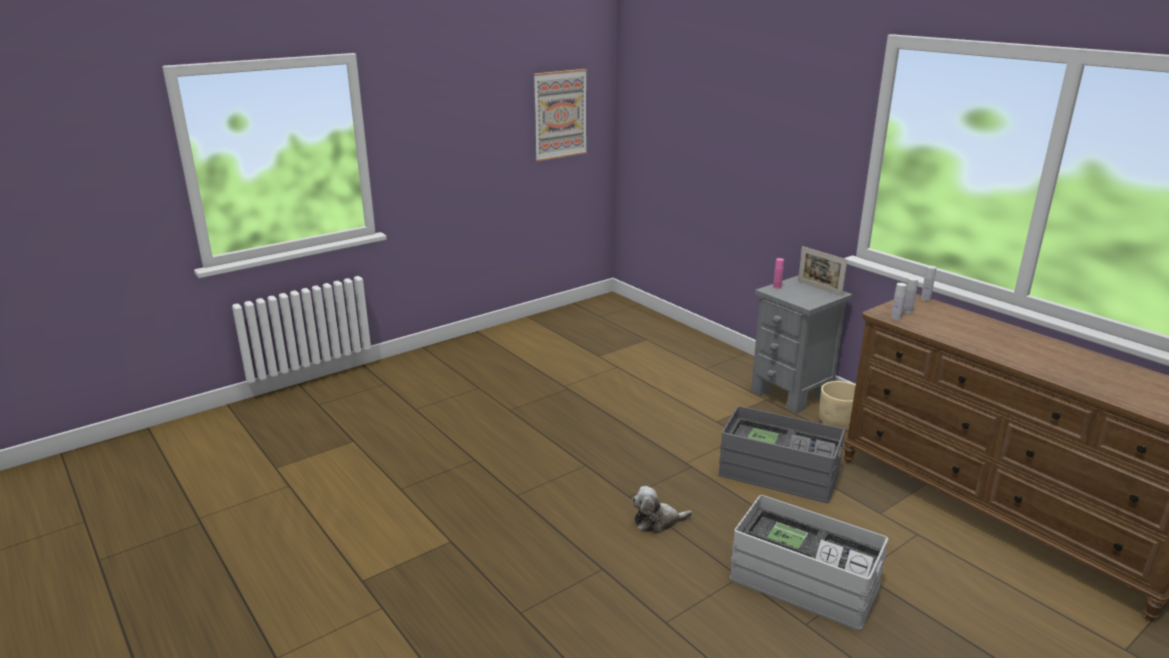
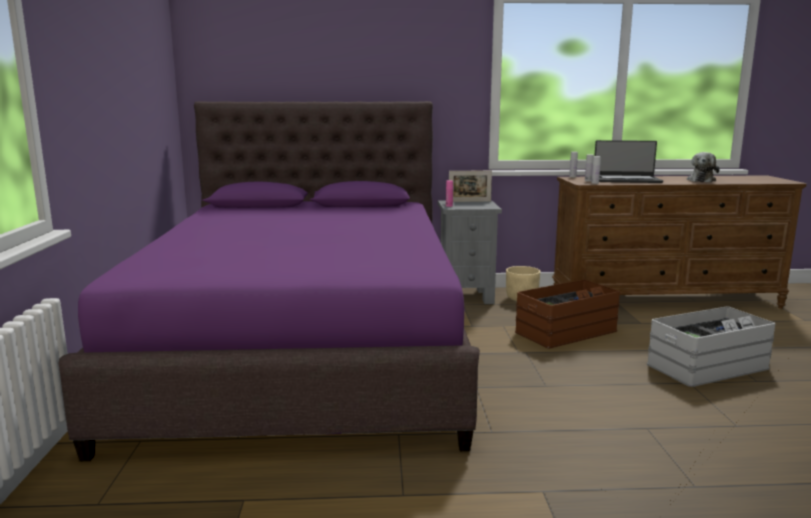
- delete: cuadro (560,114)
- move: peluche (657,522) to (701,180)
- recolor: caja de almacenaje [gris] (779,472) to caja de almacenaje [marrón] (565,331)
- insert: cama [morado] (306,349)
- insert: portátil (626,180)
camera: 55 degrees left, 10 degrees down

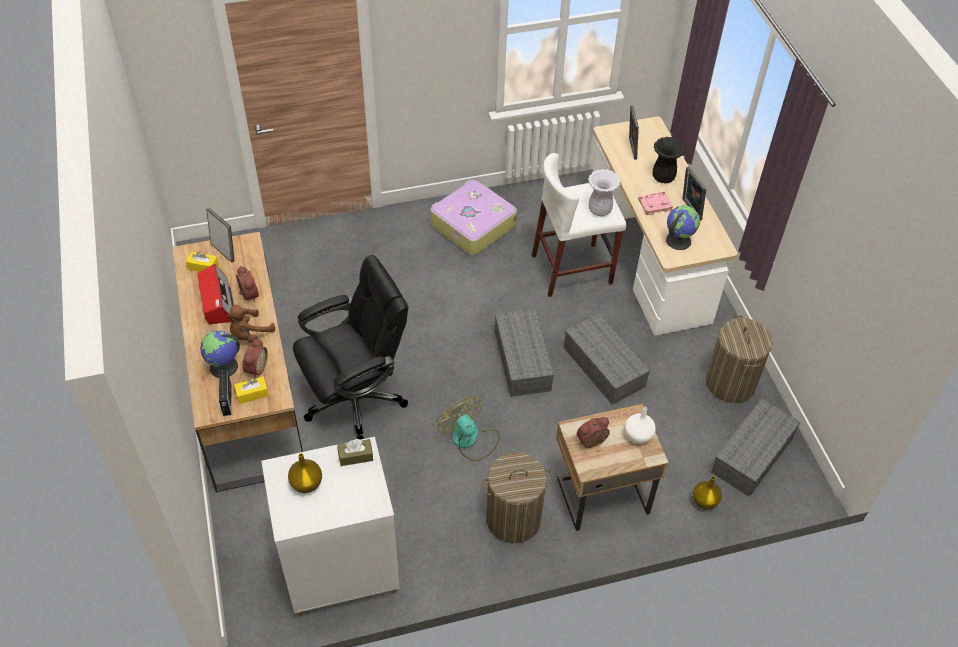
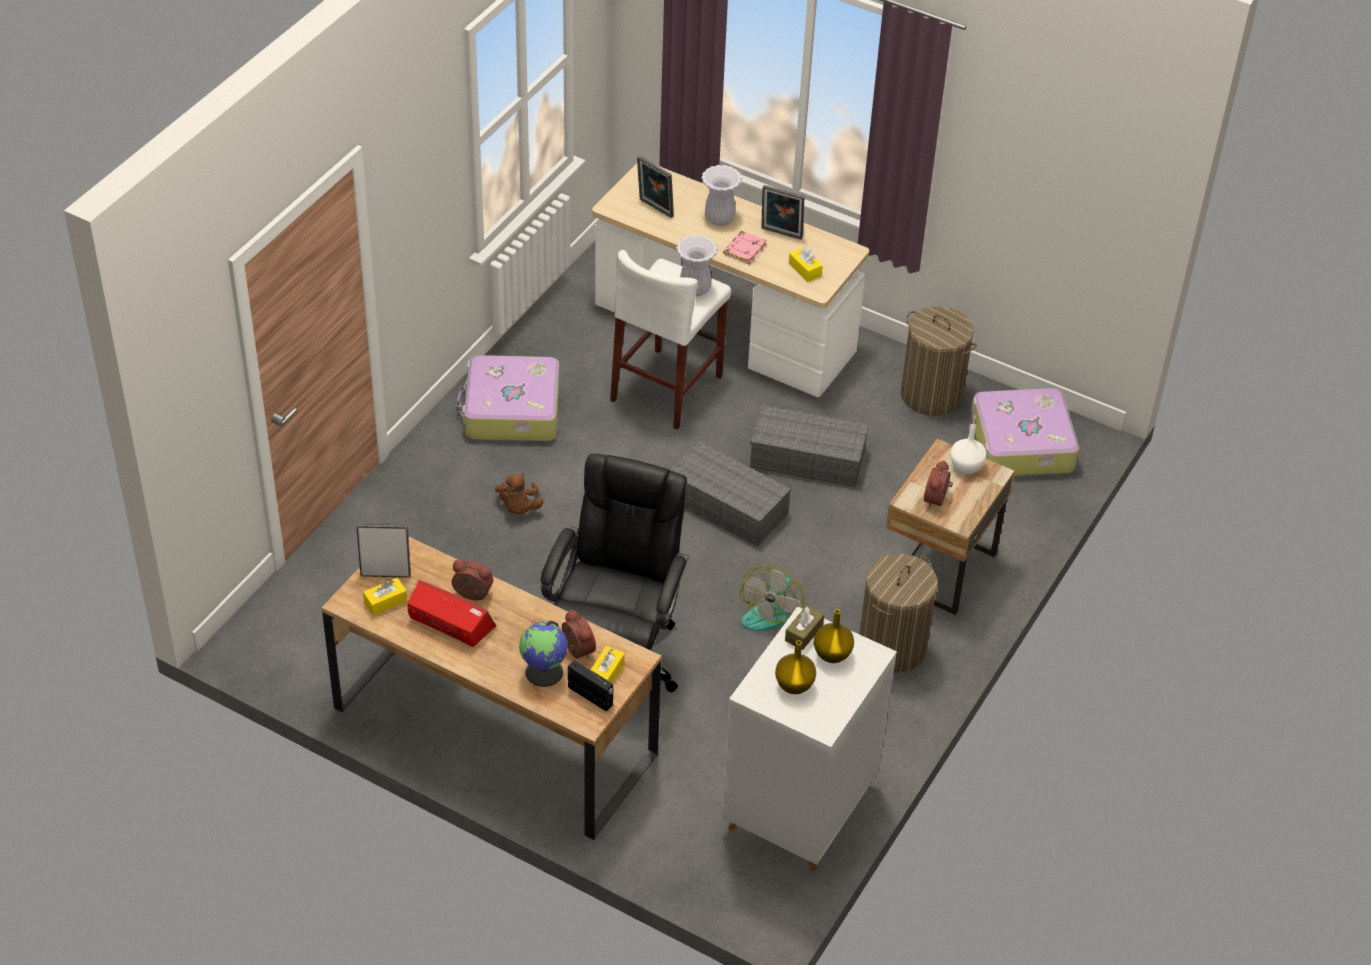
- move: peluche [marrón] (249,334) to (519,508)
- rotate: ventilador (470,439) = (769,610) 75 degrees counterclockwise
- recolor: florero [negro] (663,177) to florero [blanco] (720,218)
- replace: globo terráqueo (678,240) to caja de pañuelos [amarillo] (805,270)
- move: florero [amarillo] (704,501) to (831,654)
- replace: caja de almacenaje [gris] (752,456) to maleta (1020,445)
camera: 45 degrees left, 5 degrees down

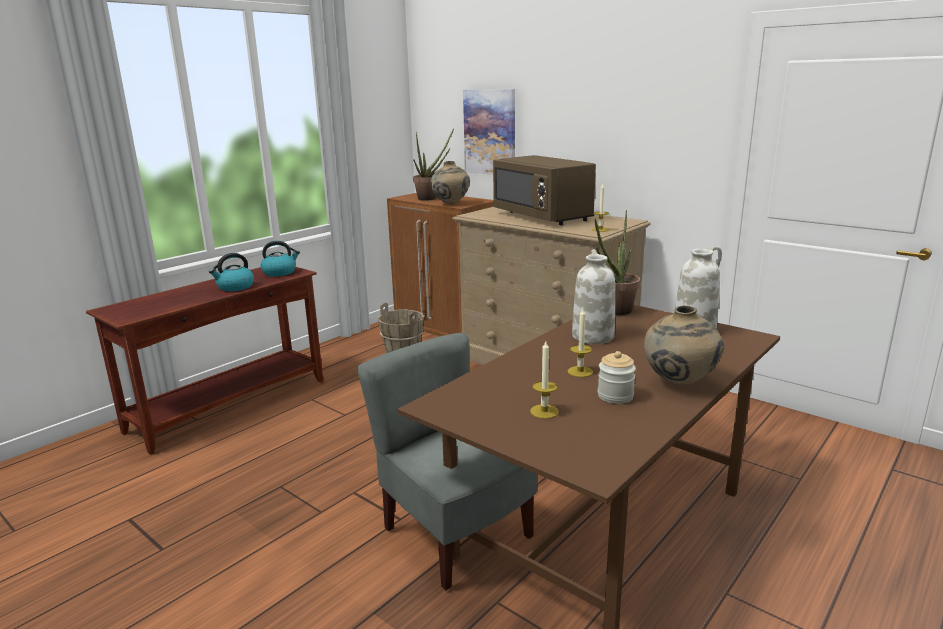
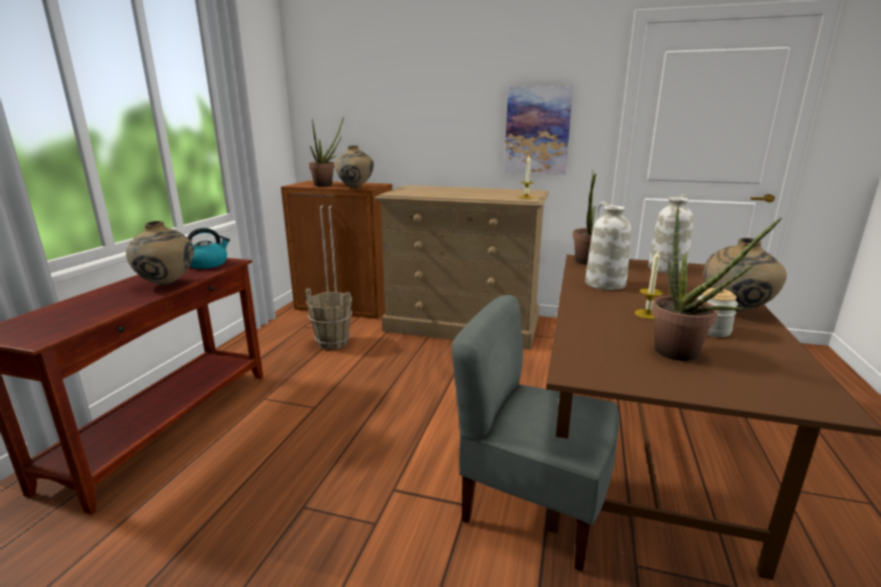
- replace: hervidor (235,287) to florero [beis] (167,284)
- move: cuadro (490,132) to (537,131)
- delete: microondas [marrón] (542,216)
- replace: vela (544,411) to planta en maceta (684,356)
camera: 25 degrees left, 0 degrees up

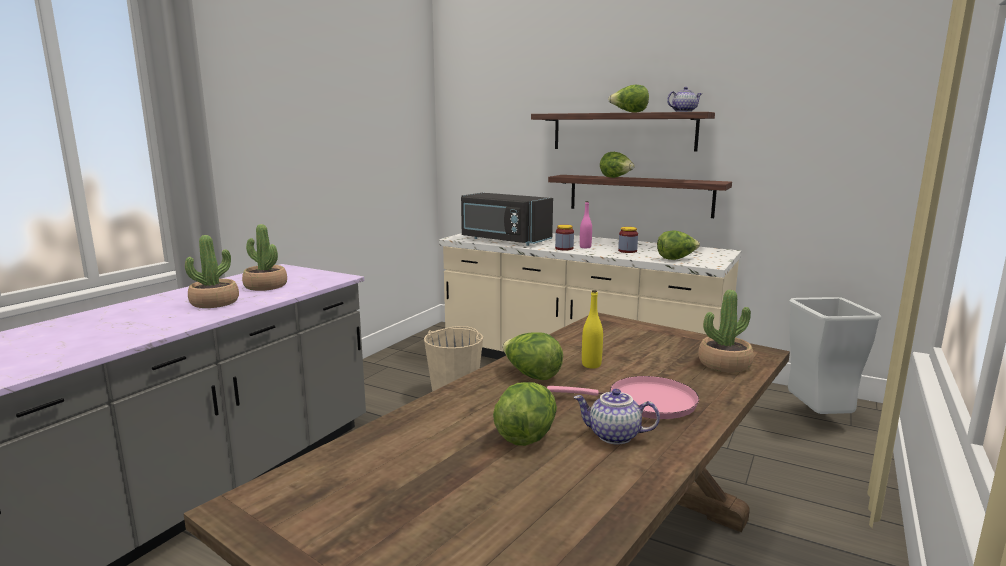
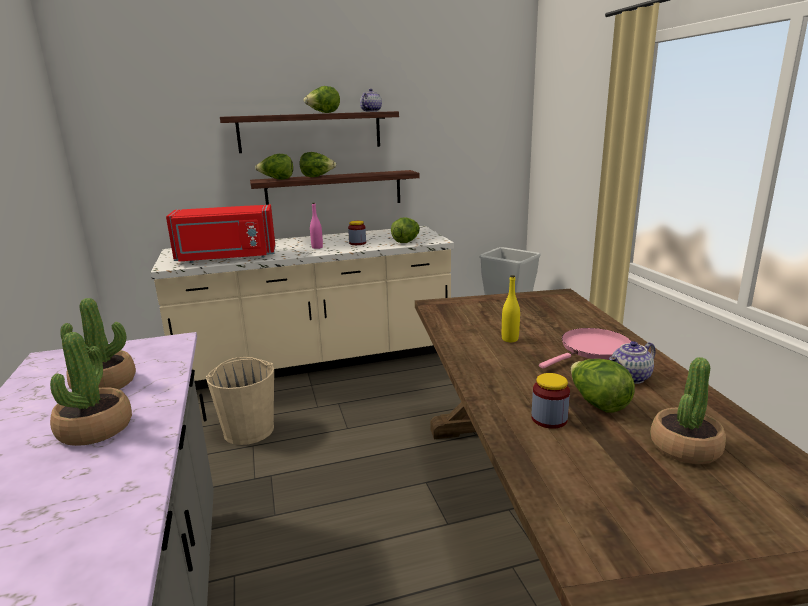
- recolor: microondas [negro] (503,240) to microondas [rojo] (226,258)
- move: lechuga (531,375) to (277,179)
- move: tarro (564,248) to (549,419)
- move: planta en maceta (724,364) to (684,447)
camera: 45 degrees left, 5 degrees up

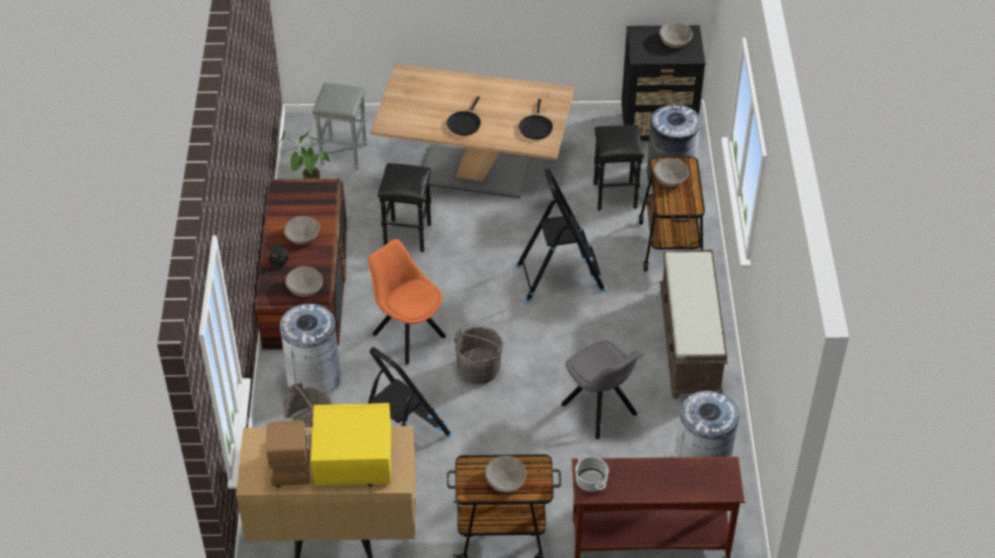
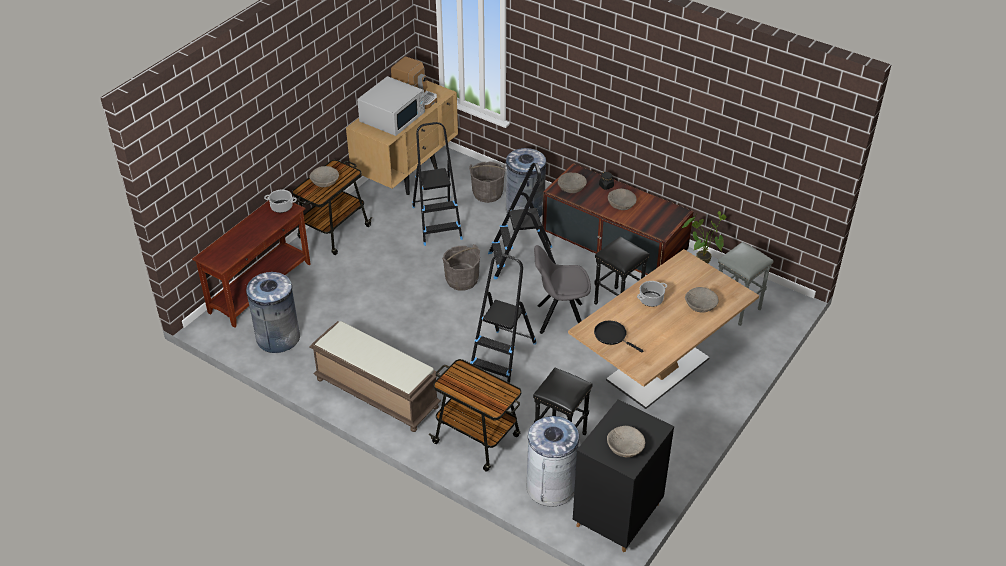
- recolor: microondas [amarillo] (352,457) to microondas [blanco] (392,117)
- replace: silla [naranja] (408,335) to escalera de tijera [negro] (522,262)
- replace: sartén [negro] (464,123) to olla (651,299)
- move: silla [gris] (600,409) to (560,318)
- move: cuenco [beis] (670,178) to (701,305)
camera: 125 degrees right, 5 degrees down

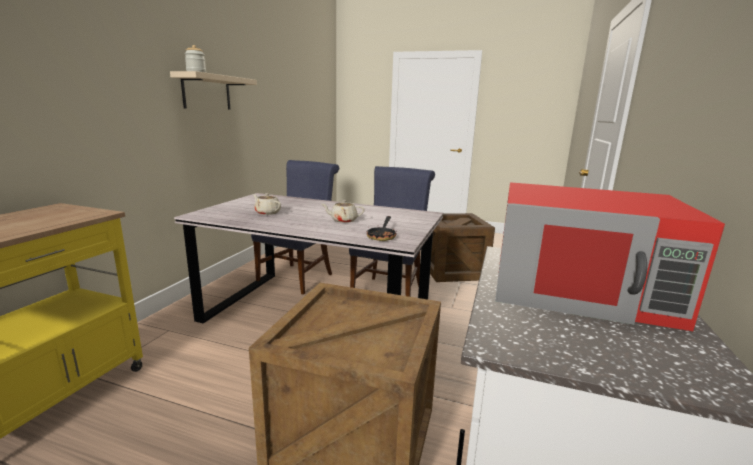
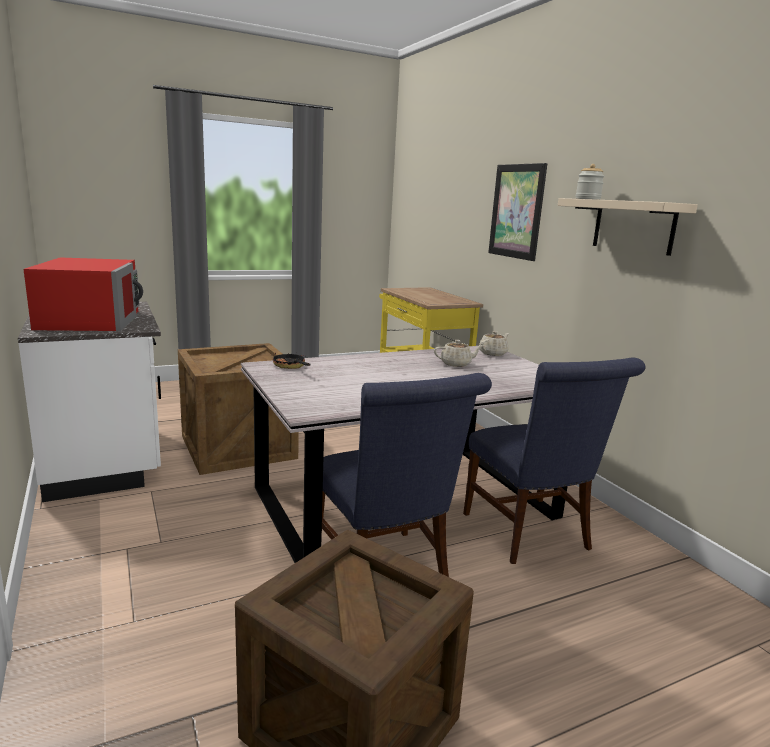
- move: tetera [beis] (343,220) to (493,353)
- rotate: microondas [rojo] (579,288) = (91,319) 105 degrees clockwise
- insert: cuadro (516,211)
camera: 135 degrees right, 0 degrees up

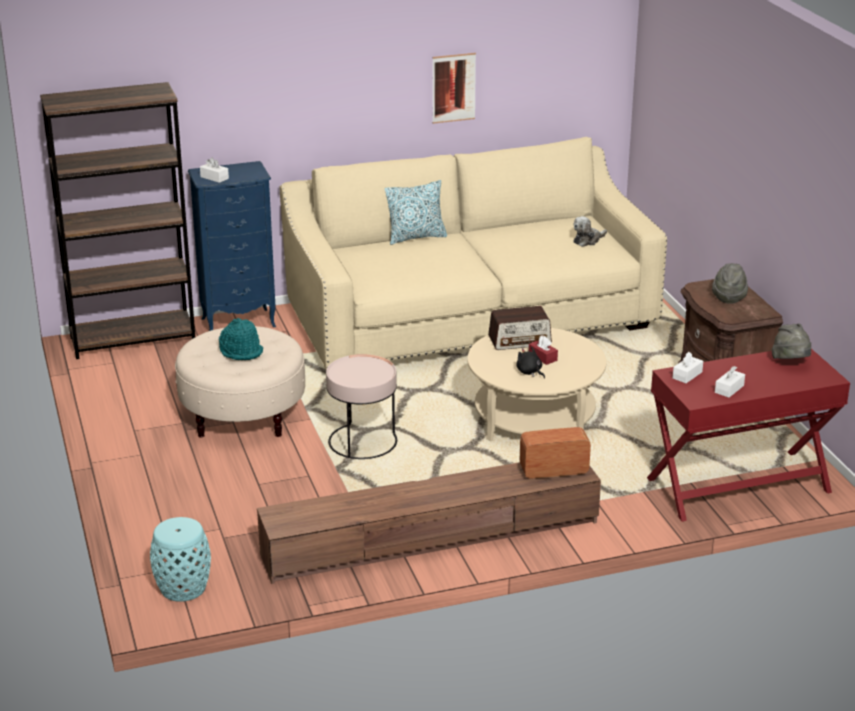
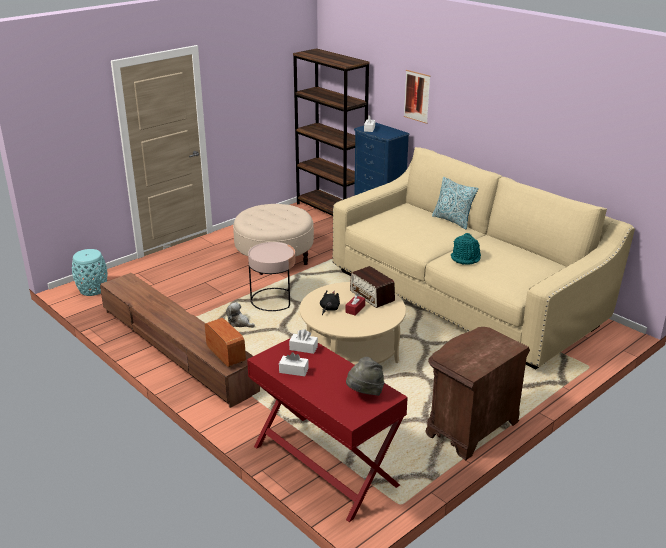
- move: sombrero [turquesa] (241,351) to (465,258)
- move: cuadro (453,88) to (417,96)
- move: peluche (588,240) to (239,323)
- delete: sombrero [gris] (729,297)
camera: 65 degrees right, 0 degrees up

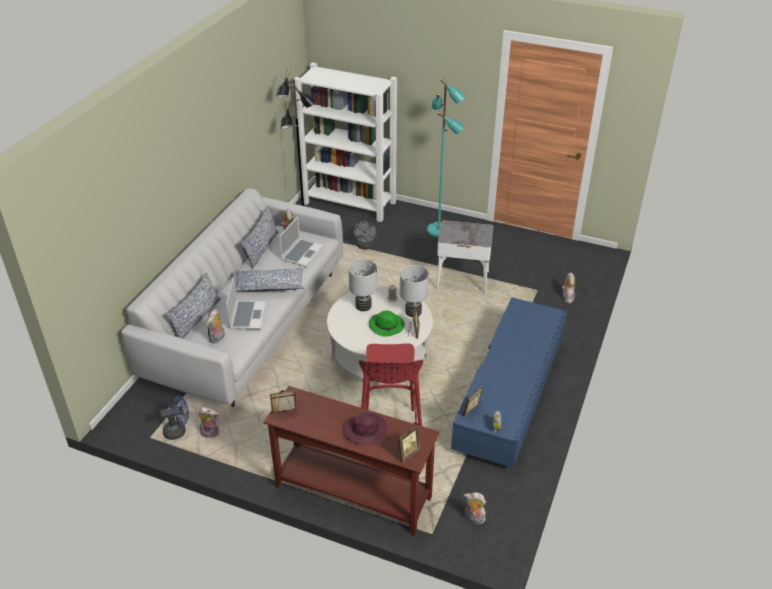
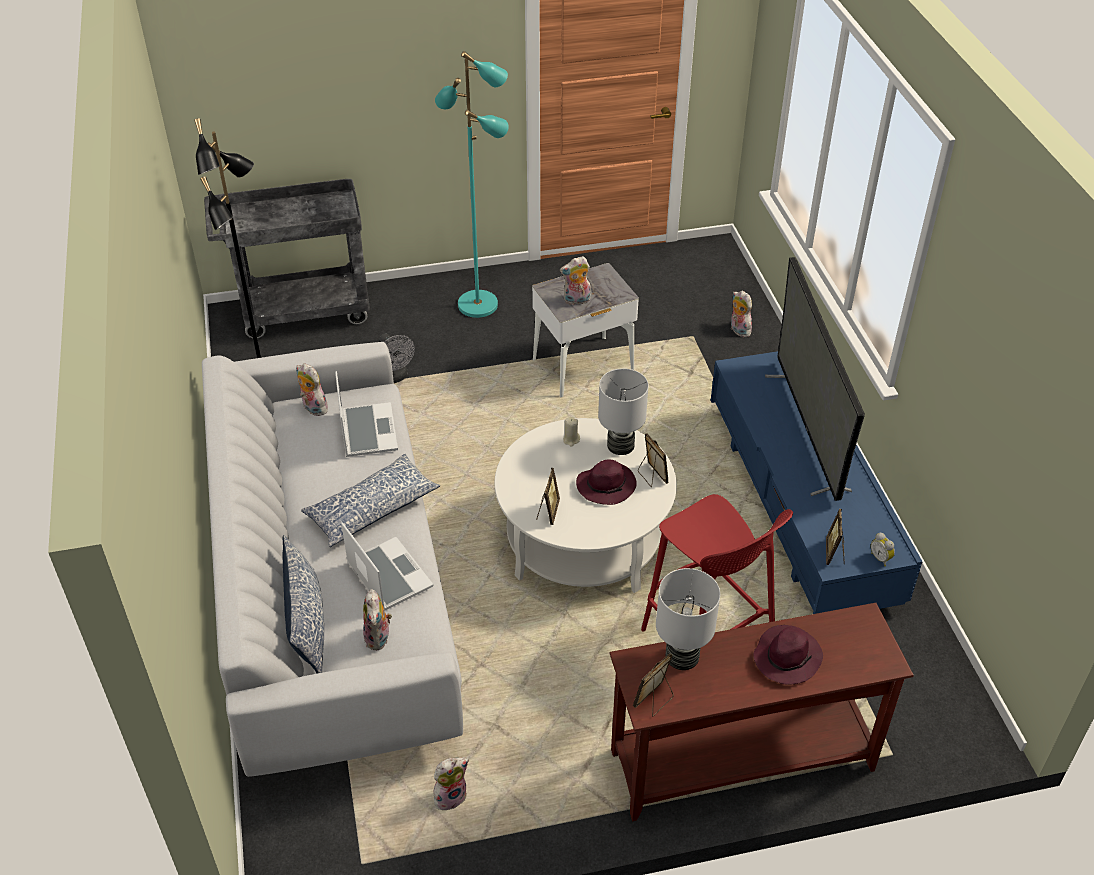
- delete: ventilador [azul] (178,431)
- delete: cojín (261,249)
- replace: estantería [blanco] (349,203) to carrito [gris] (300,316)
- move: lámpara de mesa [gris] (363,306) to (682,657)
- recolor: sombrero [verde] (387,326) to sombrero [morado] (607,485)
- move: portarretratos (407,453) to (547,512)
- move: peluche (473,519) to (576,301)
- insert: televisor (806,430)
camera: 35 degrees left, 5 degrees up

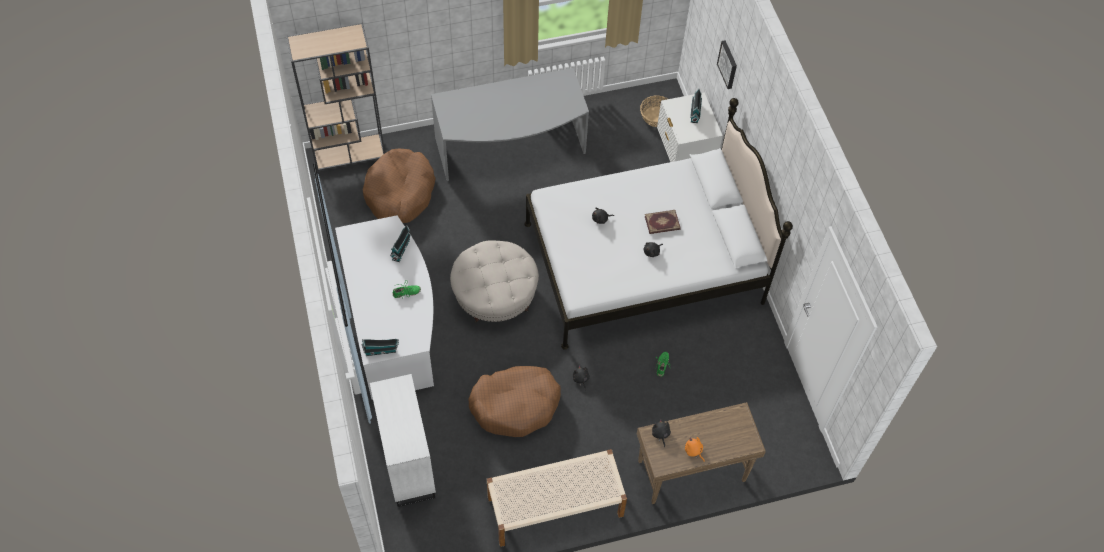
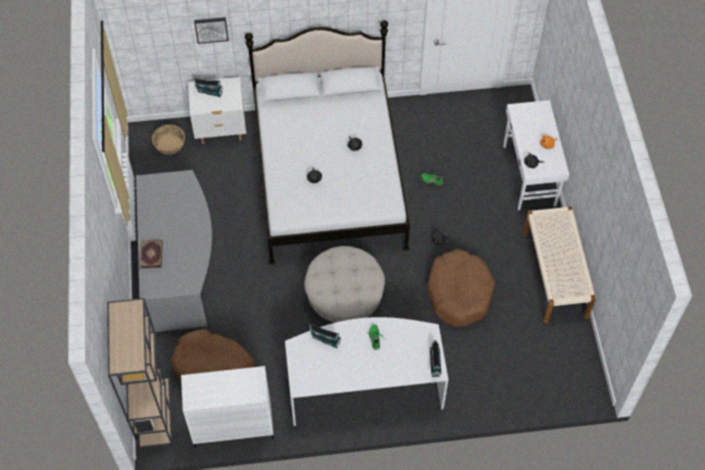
- move: cómoda [blanco] (407,462) to (232,428)
- recolor: mesa consola [marrón] (691,471) to mesa consola [blanco] (529,176)
- move: libro (662,223) to (152,255)
camera: 80 degrees left, 0 degrees up

